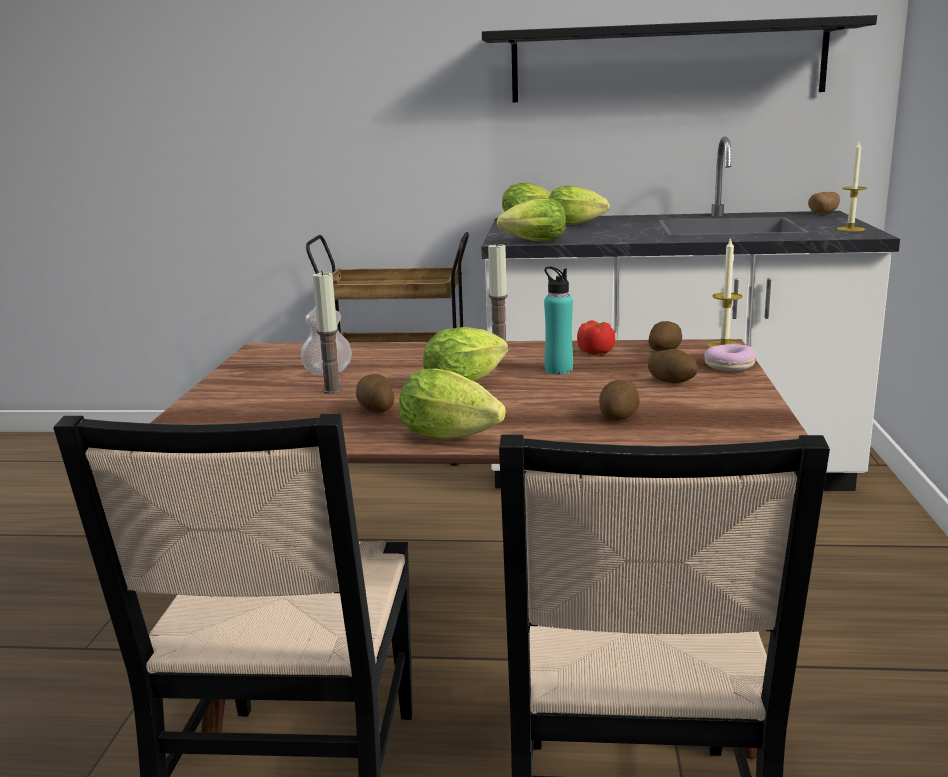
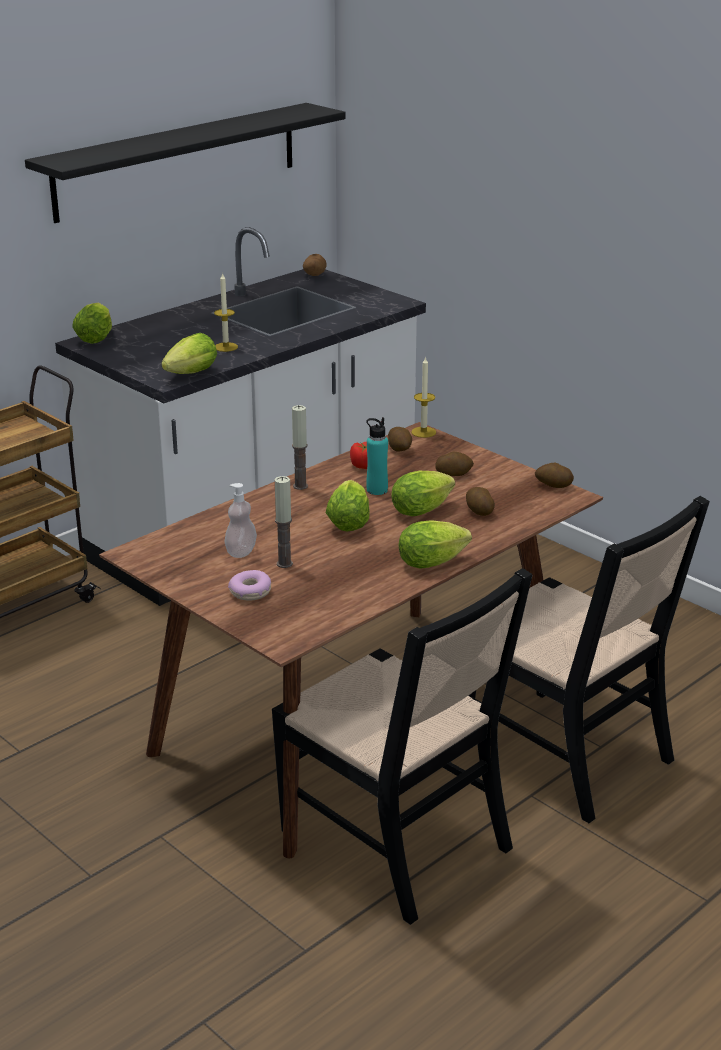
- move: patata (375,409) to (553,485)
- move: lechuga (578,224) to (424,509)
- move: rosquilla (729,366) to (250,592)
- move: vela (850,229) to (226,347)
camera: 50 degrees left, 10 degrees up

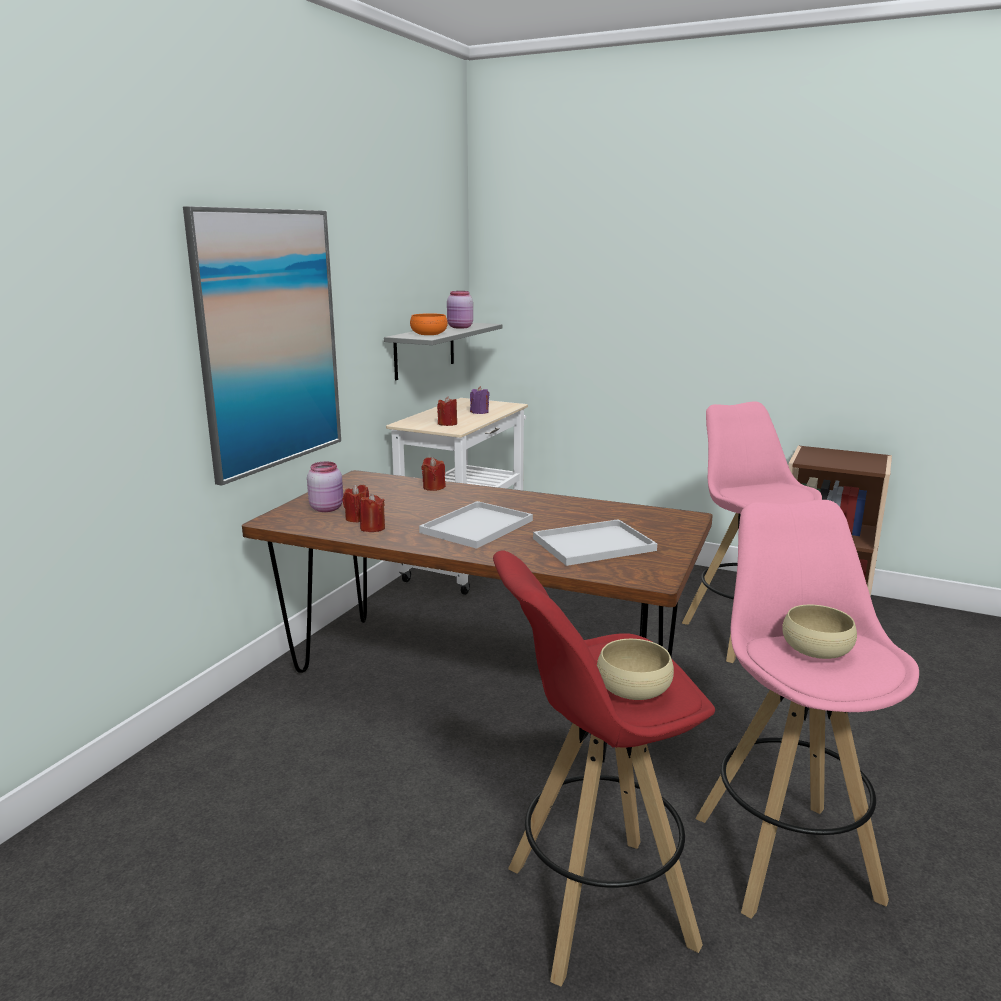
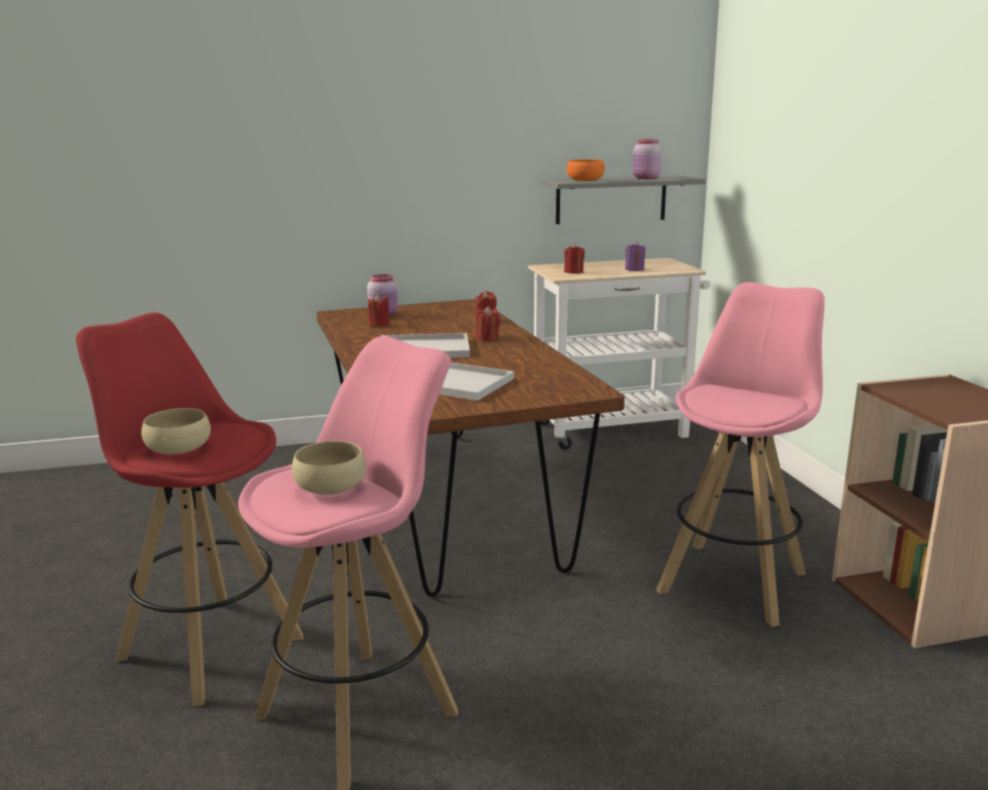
- delete: cuadro (270,340)
- move: vela [rojo] (372,528) to (487,338)
camera: 50 degrees right, 0 degrees up

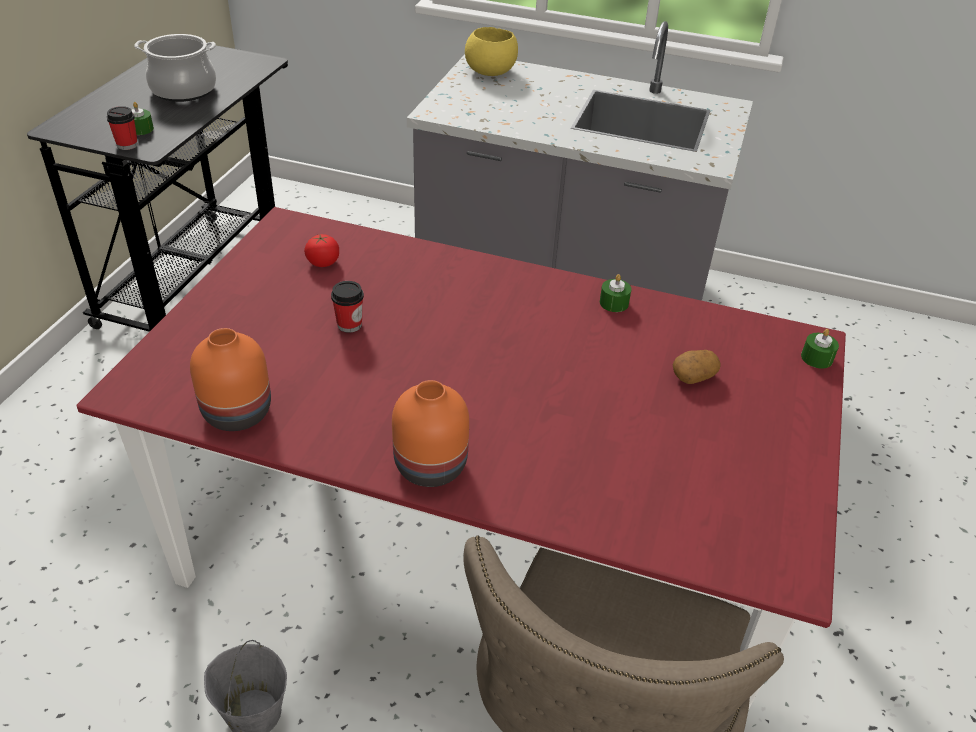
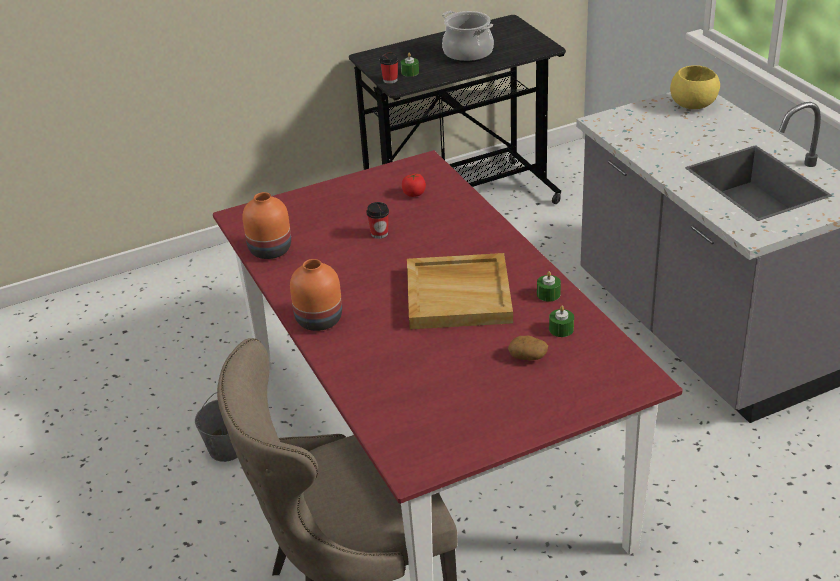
- move: vela [verde] (816,358) to (561,329)
- insert: bandeja [beis] (459,295)
camera: 50 degrees right, 5 degrees down

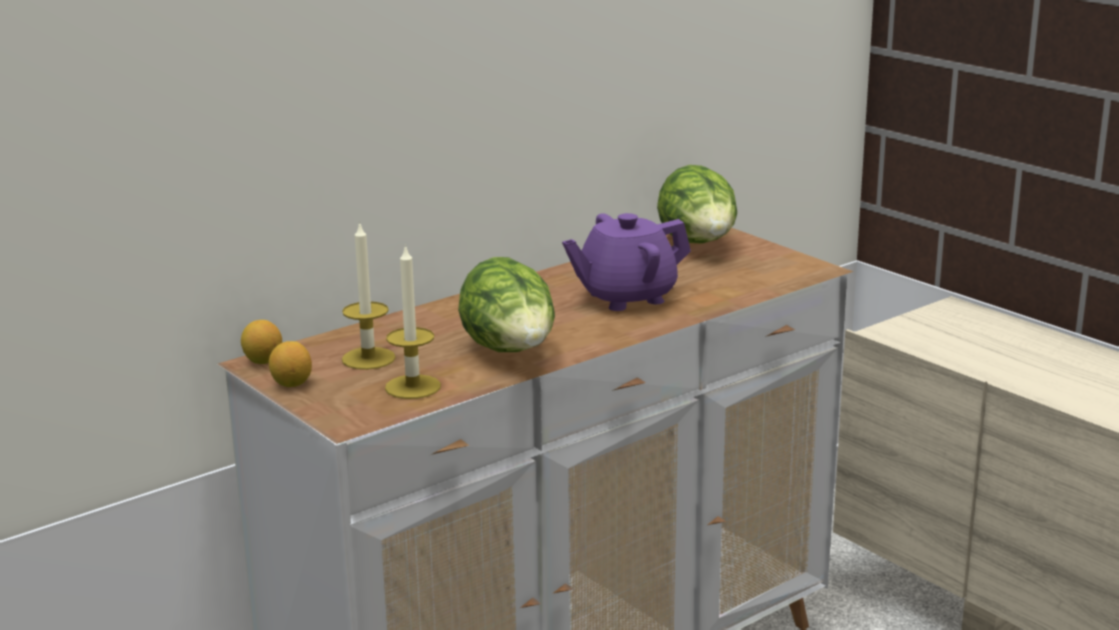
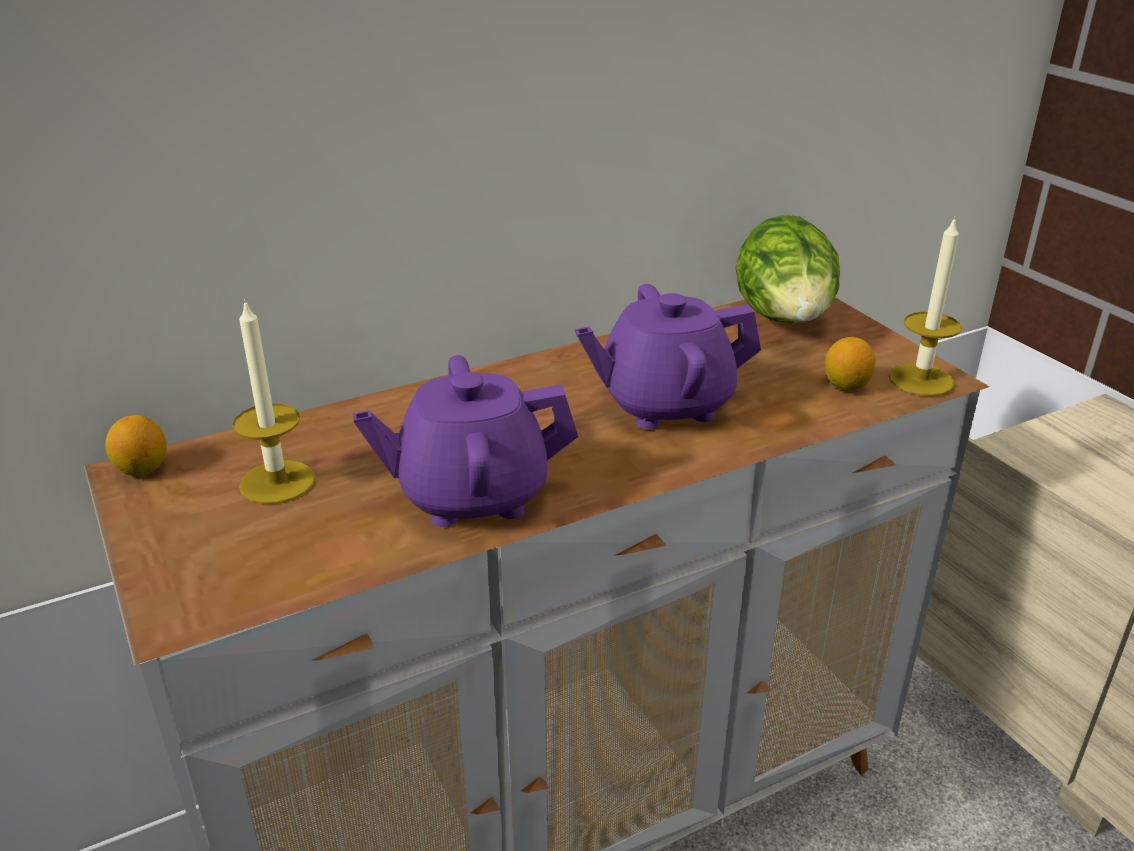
- move: limón (291,384) to (846,385)
- move: vela (413,387) to (921,380)
- replace: lechuga (511,353) to tetera [morado] (472,495)
camera: 10 degrees right, 10 degrees up

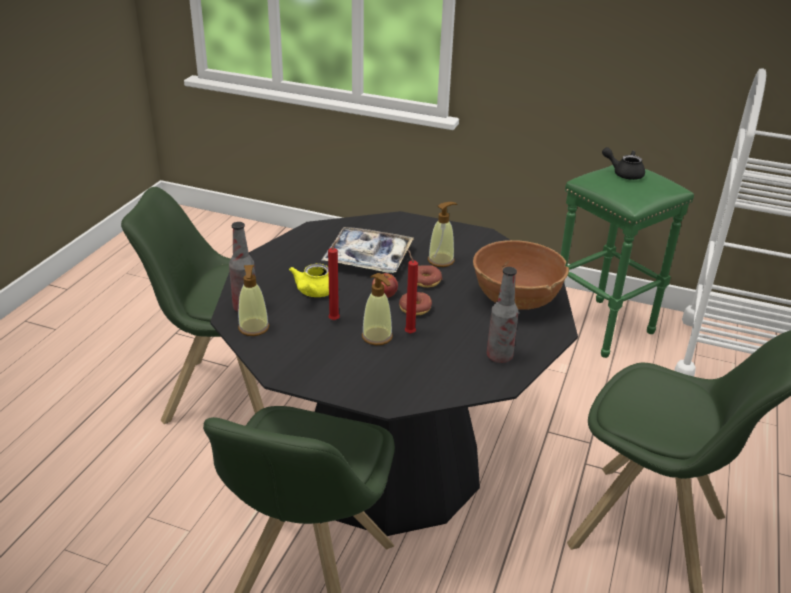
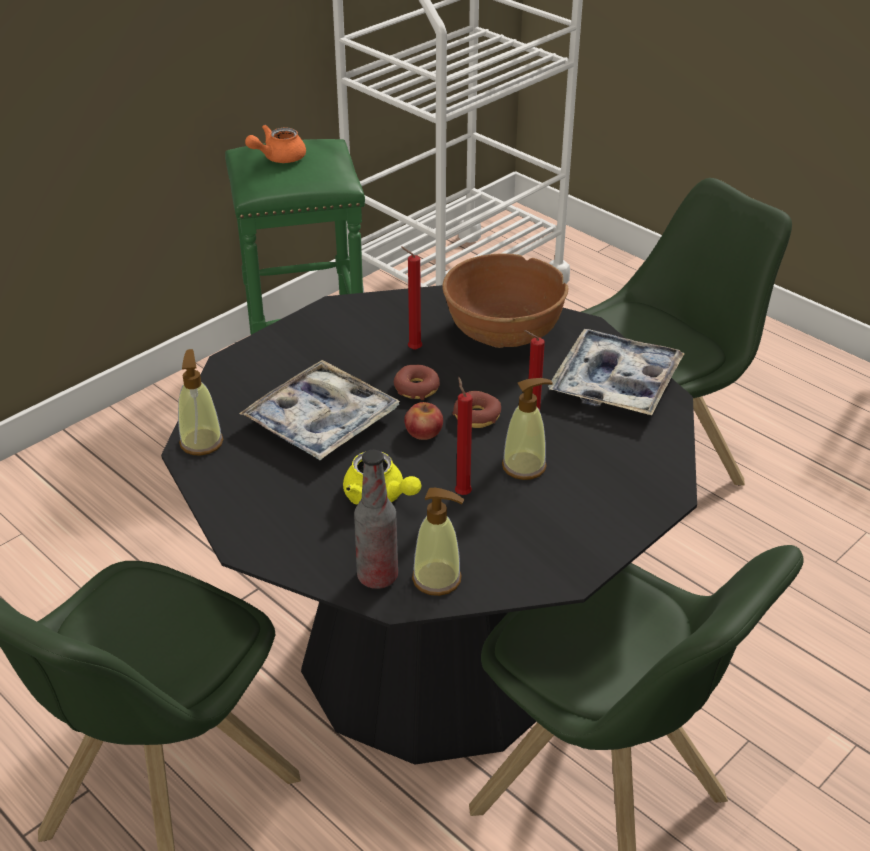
- move: dispensador de jabón (441,260) to (201,442)
- replace: botella (499,356) to bandeja (615,383)
- recolor: tetera [negro] (624,173) to tetera [naranja] (278,158)
- insert: vela [rojo] (412,349)
camera: 65 degrees left, 5 degrees up

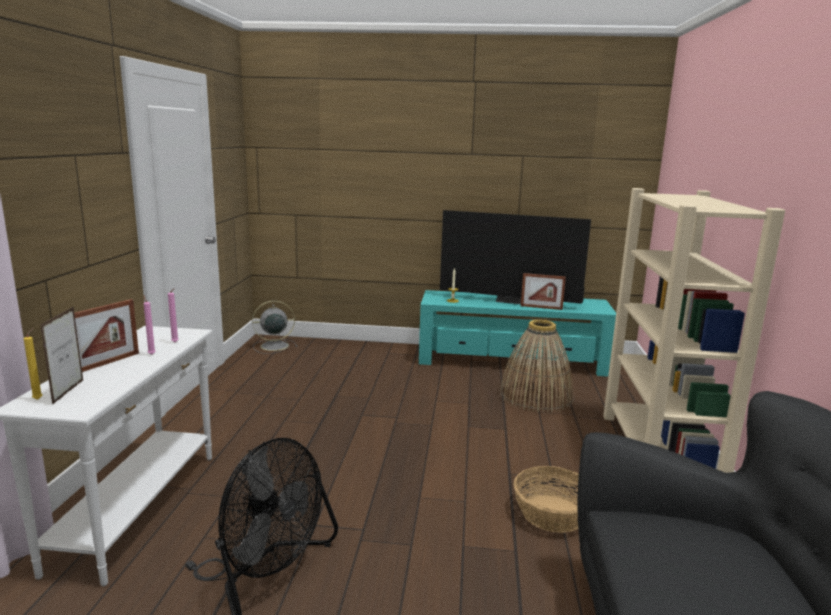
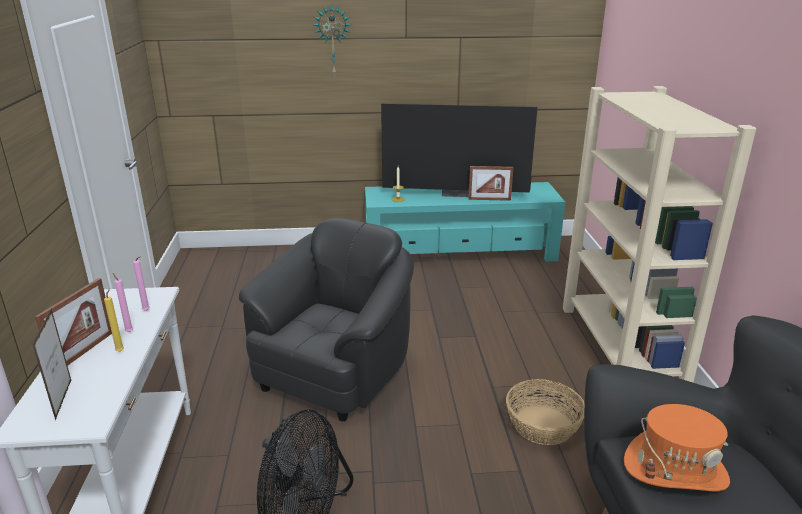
- move: vela [amarillo] (39,399) to (120,350)
- delete: ventilador [gris] (273,346)
- delete: cesta (536,396)
- insert: sillón [negro] (335,373)
- insert: reloj de pared (332,40)
- insert: sombrero [naranja] (675,469)
camera: 10 degrees left, 10 degrees up

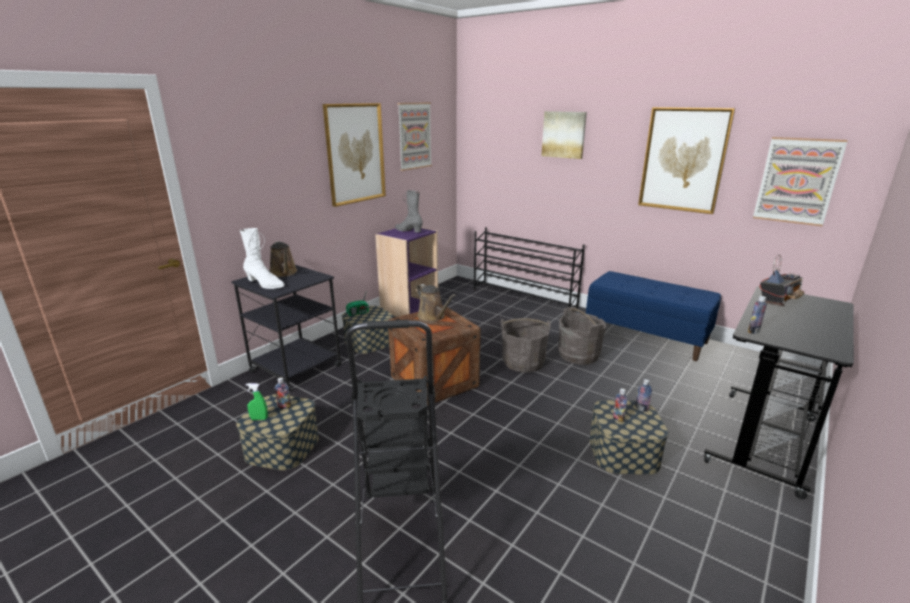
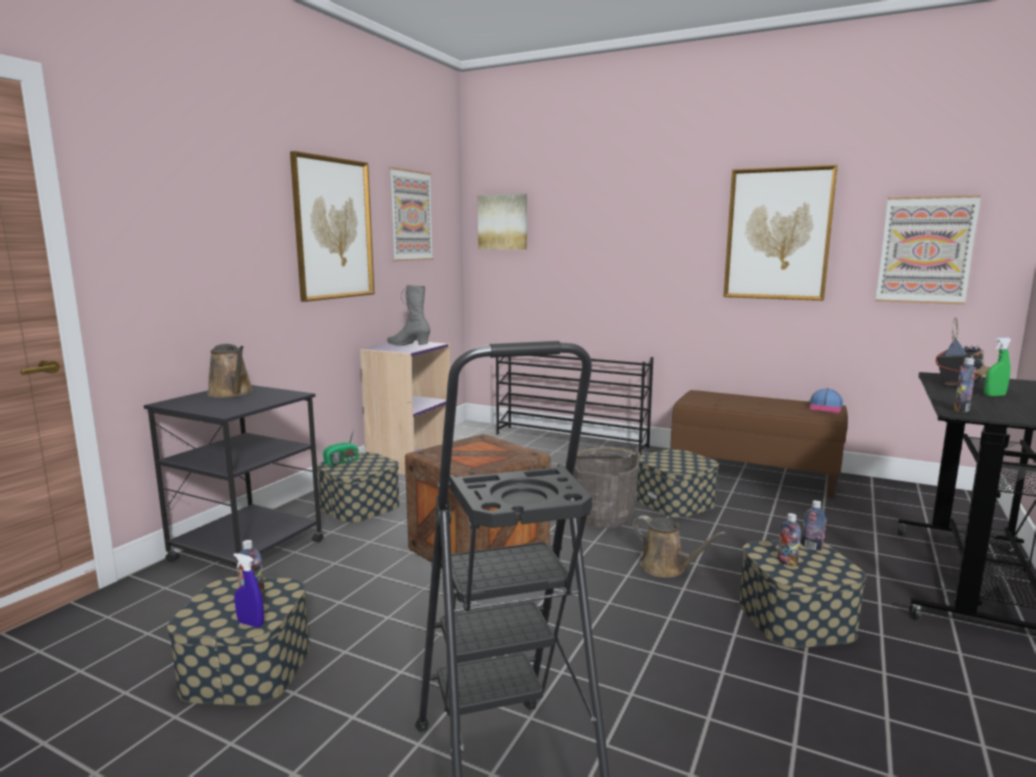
- delete: bota [blanco] (265,284)
- move: pulverizador [verde] (259,419) to (994,395)
- move: regadera [marrón] (433,317) to (666,568)
- move: cuadro (564,134) to (503,222)
- replace: cubo [gris] (578,355) to caja de almacenaje (675,501)
- recolor: banco [azul] (646,336) to banco [marrón] (754,474)
- insert: pulverizador [azul] (251,623)
- insert: gorra (825,408)
camera: 10 degrees left, 10 degrees down

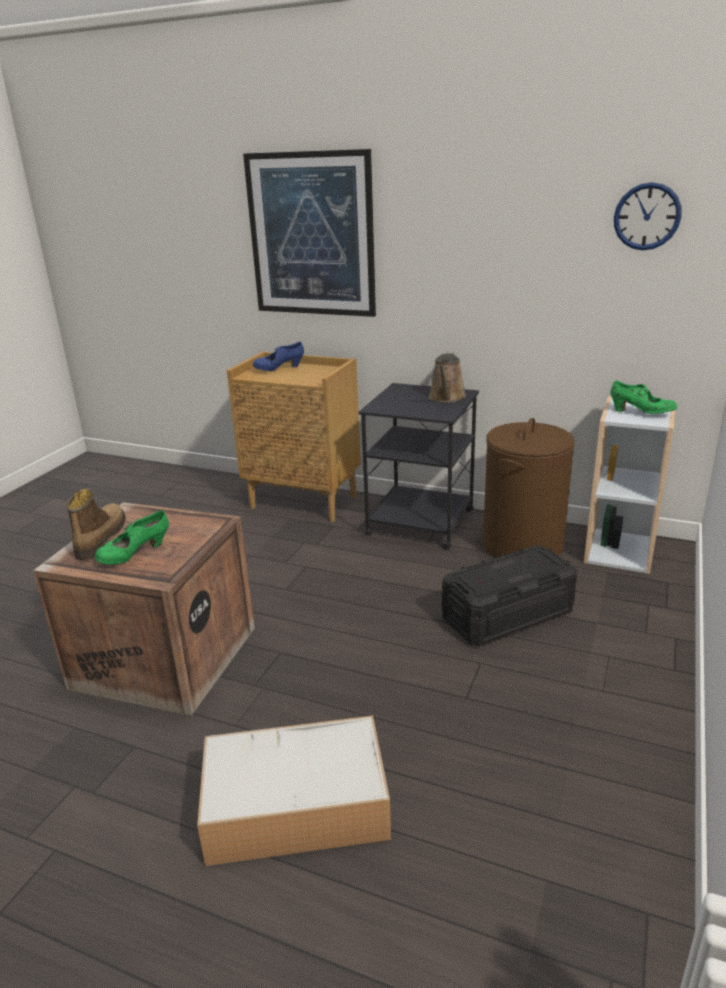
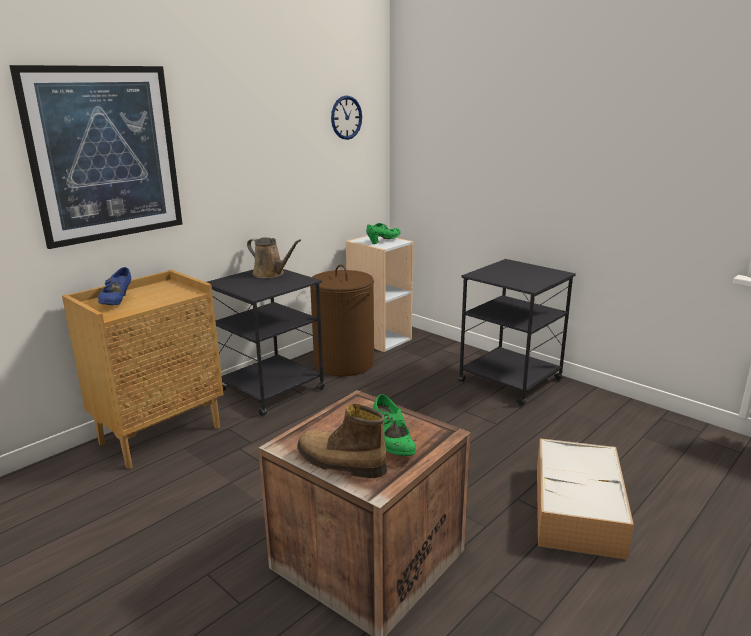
- delete: caja de almacenaje [negro] (507,615)
- insert: carrito [negro] (511,381)
camera: 70 degrees left, 5 degrees down

